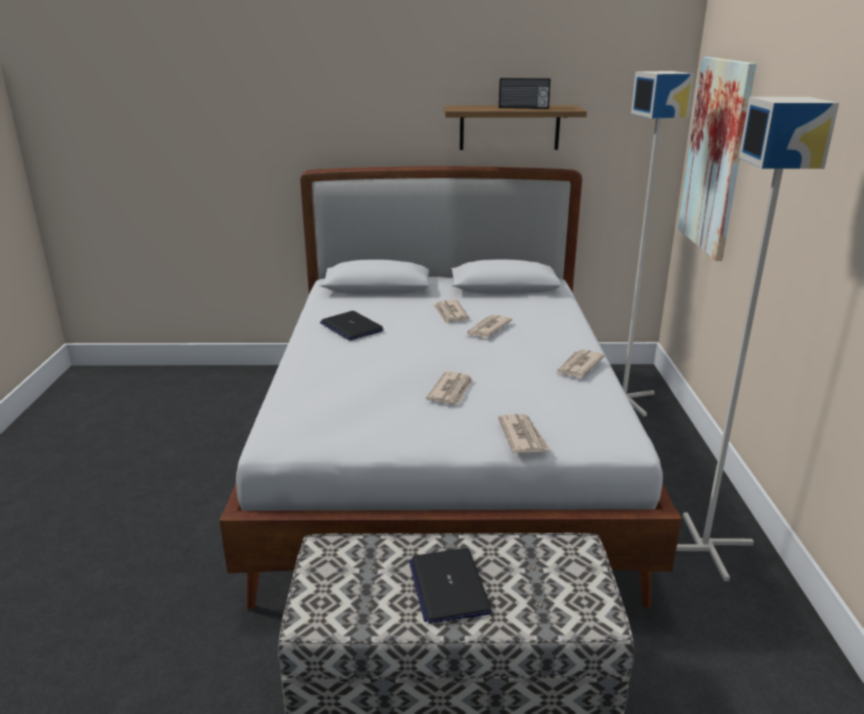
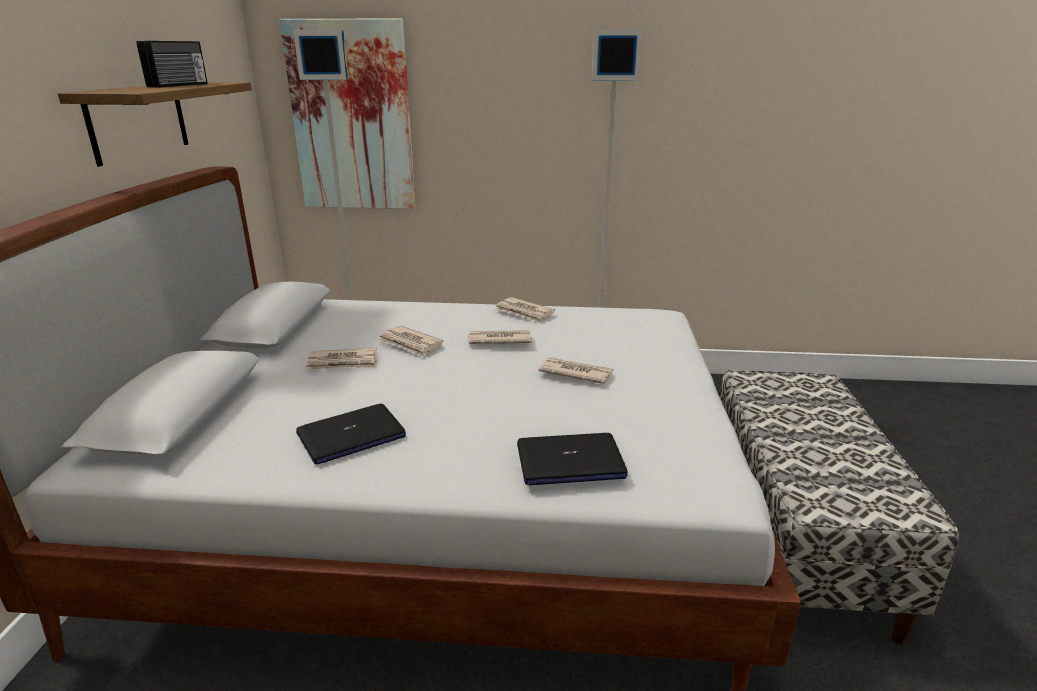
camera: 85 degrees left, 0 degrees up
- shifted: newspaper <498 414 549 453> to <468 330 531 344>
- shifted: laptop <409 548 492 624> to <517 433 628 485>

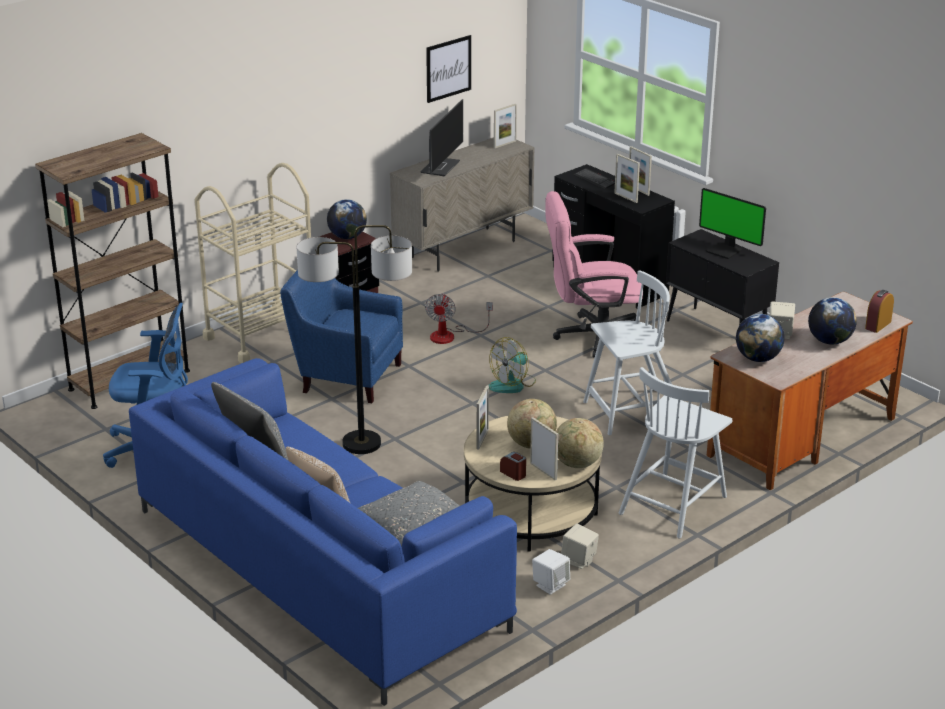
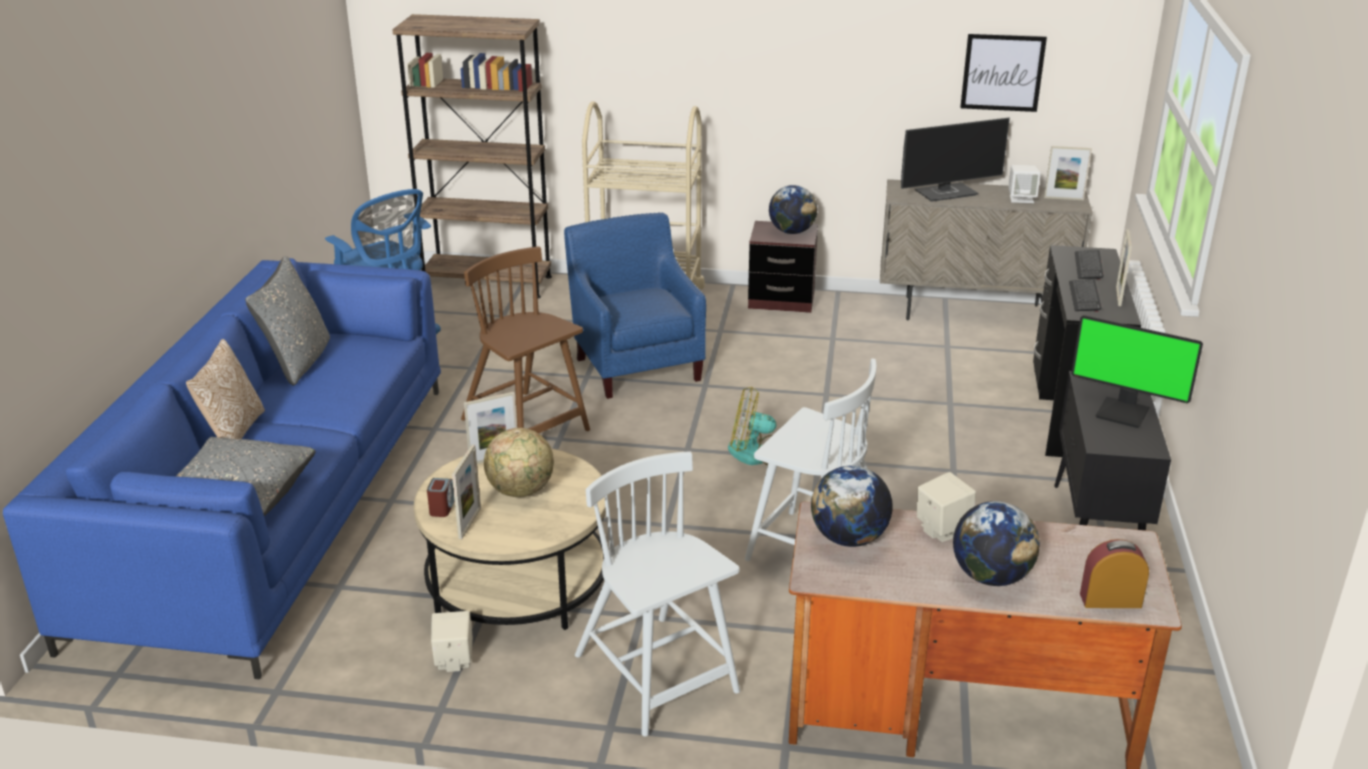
camera: 50 degrees right, 0 degrees up
- swapped: picture frame <614 154 640 203> to keyboard <1069 279 1102 312>
- rotated: monitor <699 188 766 259> = <1071 315 1203 428> 60 degrees counterclockwise
- gone: office chair/pink <545 191 643 358>
- swapped: floor lamp <296 225 412 454> to chair/brown <461 246 590 433>
- gone: fan <425 293 493 344>
- rotated: chair/white <619 367 732 538> = <575 452 740 736> 60 degrees clockwise
- gone: globe <556 418 604 468>
- shifted: speaker/white <532 549 570 595> to <1008 165 1041 203>

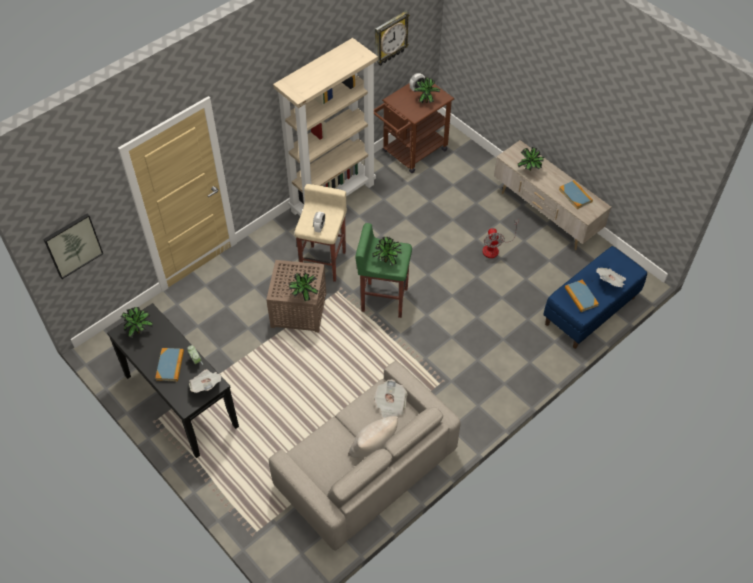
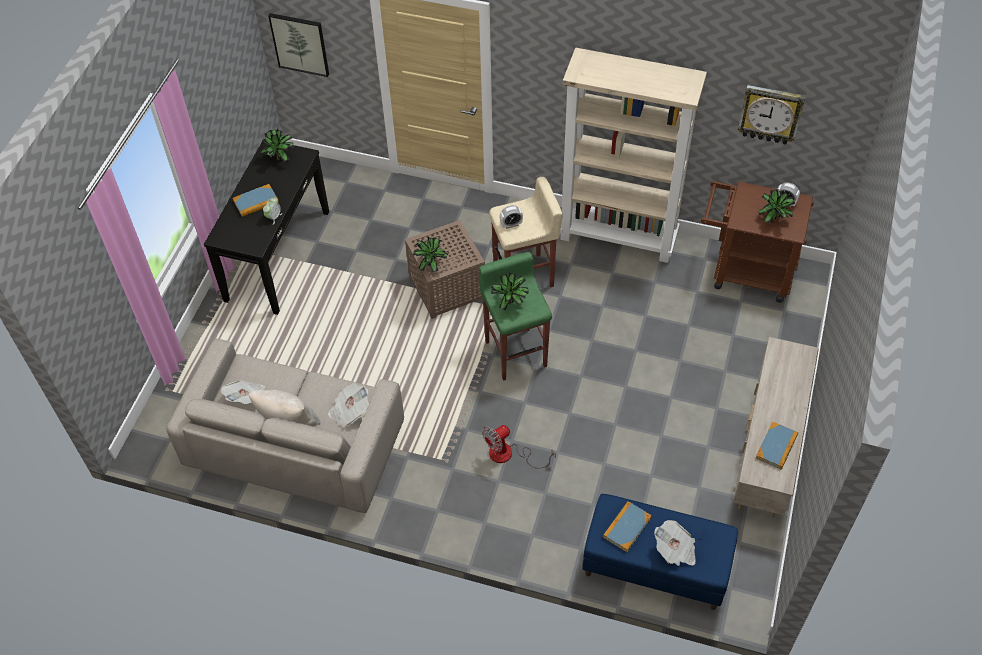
camera: 60 degrees right, 0 degrees up
- gone: potted plant <518 147 544 171>
- shifted: fan <482 220 519 258> to <482 425 556 469>
- shifted: newspaper <189 369 221 393> to <221 380 265 404>

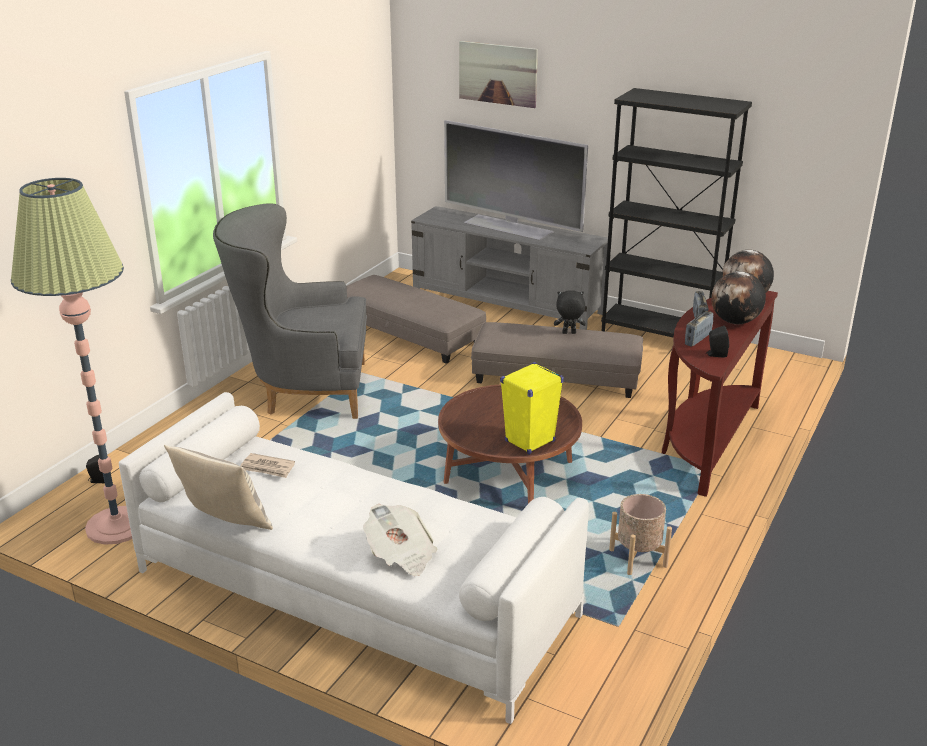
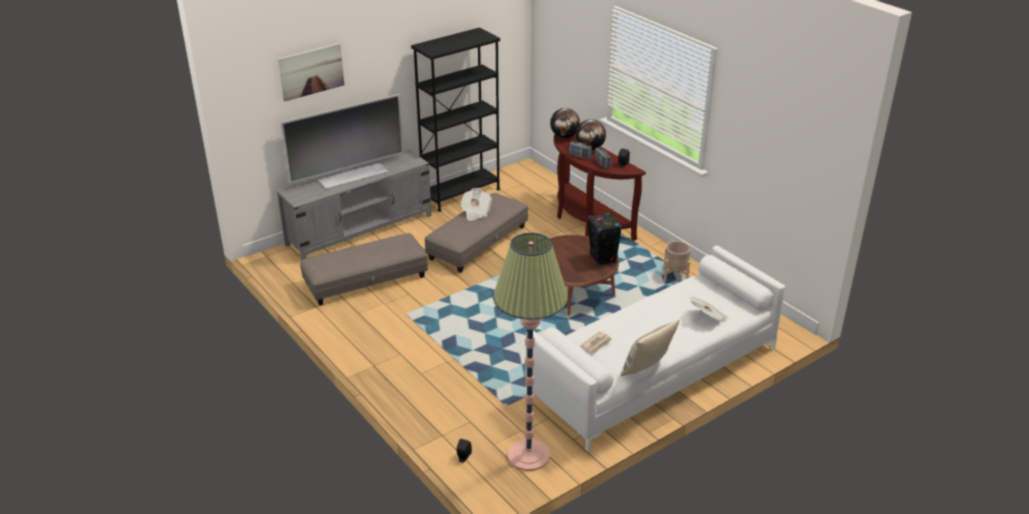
camera: 65 degrees left, 5 degrees up
- gone: armchair/grey <213 203 367 419>
- swapped: plush toy/black <554 290 586 334> to newspaper <460 188 492 220>
- repainted: speaker/yellow <500 362 564 455> to speaker/black <588 212 622 266>

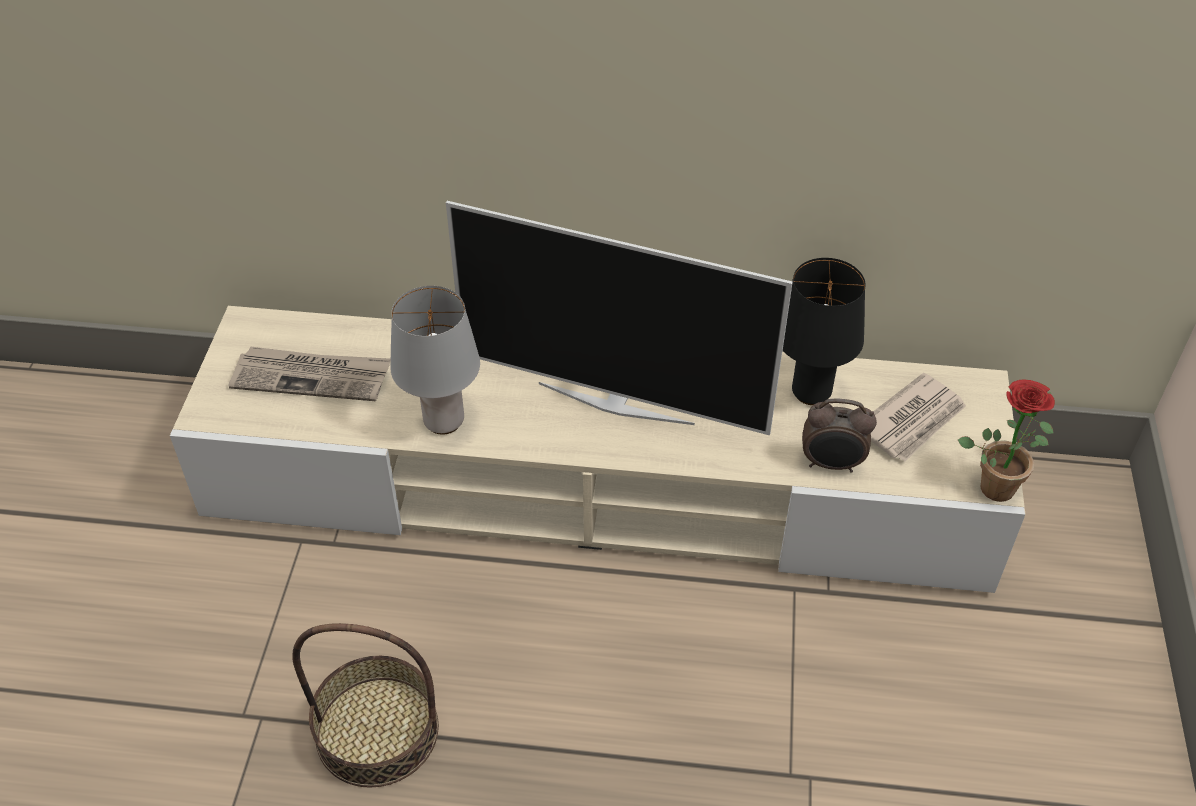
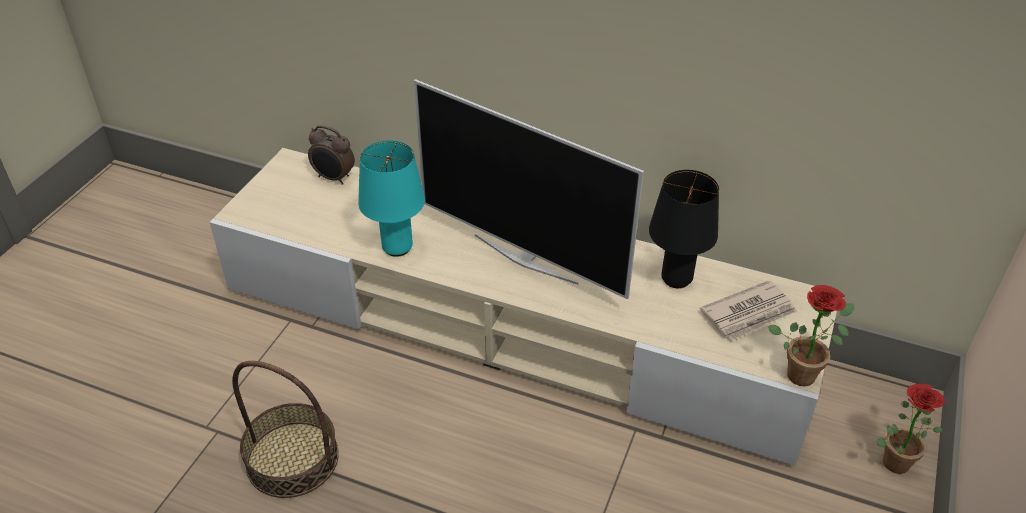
camera: 15 degrees right, 5 degrees down
- repainted: table lamp/grey <390 286 480 435> to table lamp/turquoise <358 140 425 257>
- gone: newspaper <229 346 391 401>
- shifted: alarm clock <802 398 877 473> to <308 125 355 185>
- new: potted plant <877 384 945 474>

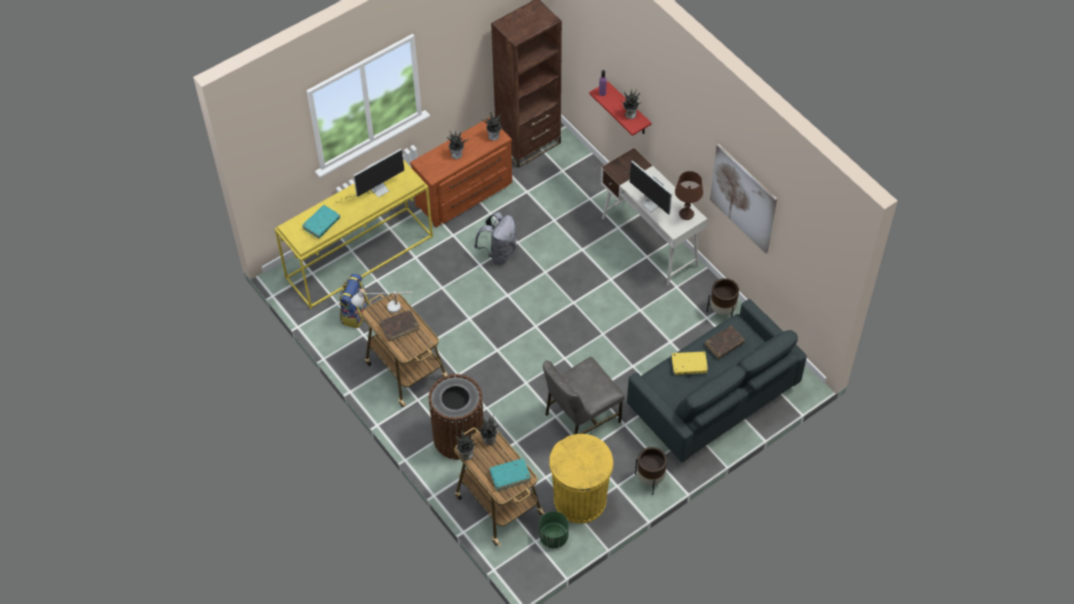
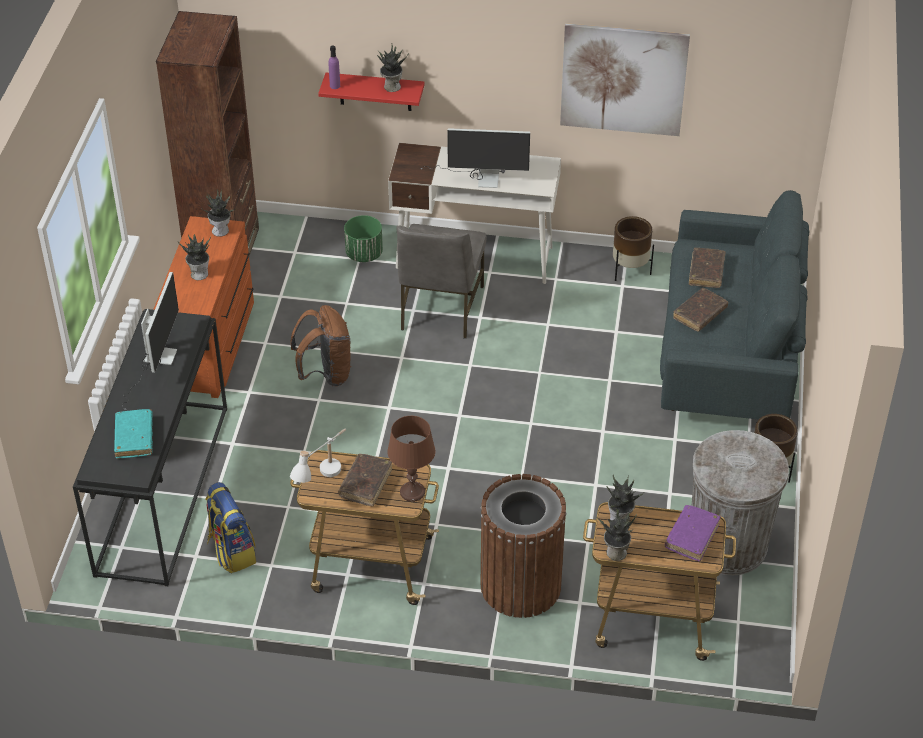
camera: 45 degrees left, 10 degrees down
- repainted: console table/yellow <275 159 433 309> to console table/black <73 309 227 586>
- shifted: table lamp/brown <675 171 703 220> to <387 416 436 502>
- repainted: backpack/grey <474 212 517 265> to backpack/brown <291 305 351 387>
- repainted: book/yellow <672 352 708 375> to book/brown <673 288 728 332>
- shifted: chair/grey <543 357 625 434> to <396 224 486 339>
- repainted: trash can/yellow <549 434 613 523> to trash can/grey <692 430 789 575>
- repainted: book/turquoise <490 458 531 491> to book/purple <665 505 720 561>
- shifted: planter/green <539 511 569 548> to <344 215 383 262>

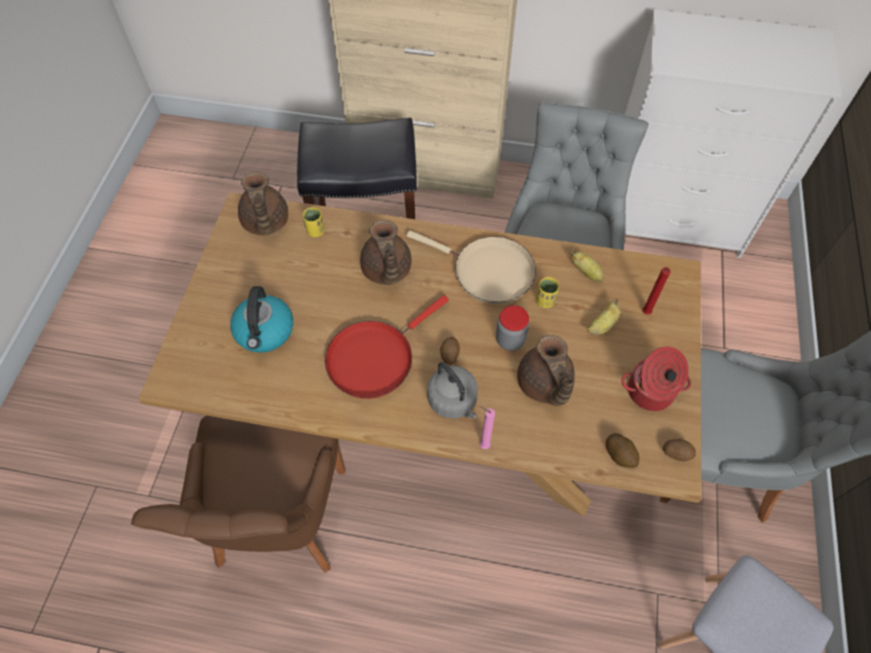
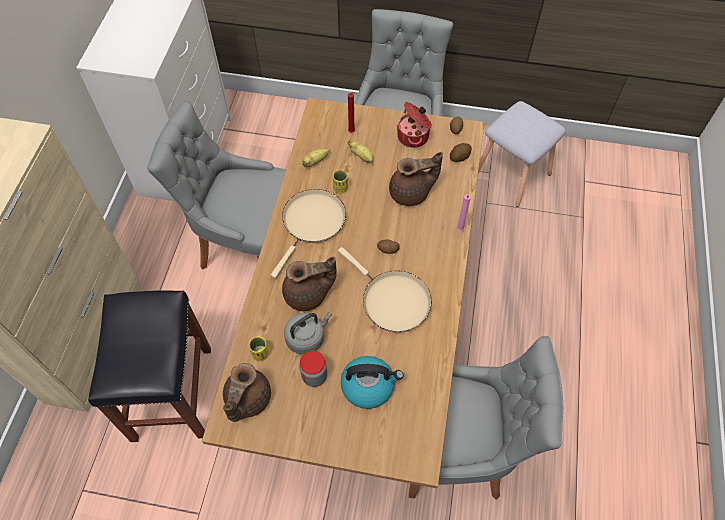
camera: 90 degrees left, 0 degrees up
- rotated: teapot/brown <238 172 288 235> = <223 363 271 422> 120 degrees clockwise
- repainted: frying pan/red <325 295 449 399> to frying pan/beige <338 247 432 333>
- shifted: jar <496 305 529 351> to <300 351 327 387>
- shifted: kettle/grey <427 362 478 419> to <284 312 332 355>
- repainted: chair/brown <131 416 345 573> to chair/grey <409 336 563 500>

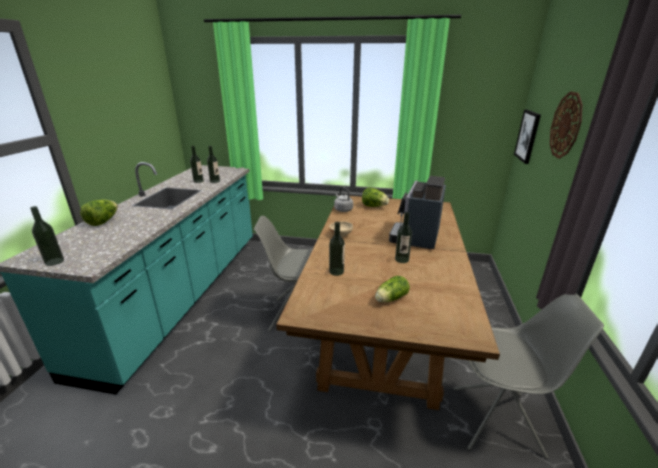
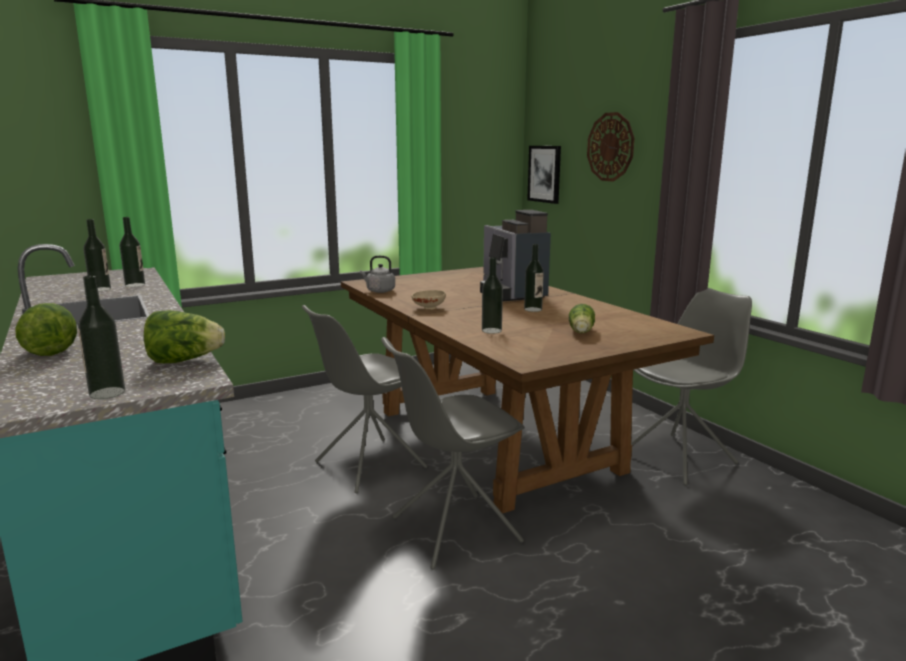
camera: 40 degrees left, 10 degrees down
- shifted: lettuce <362 187 389 207> to <144 310 225 363>
- new: chair/grey <381 337 525 570>

